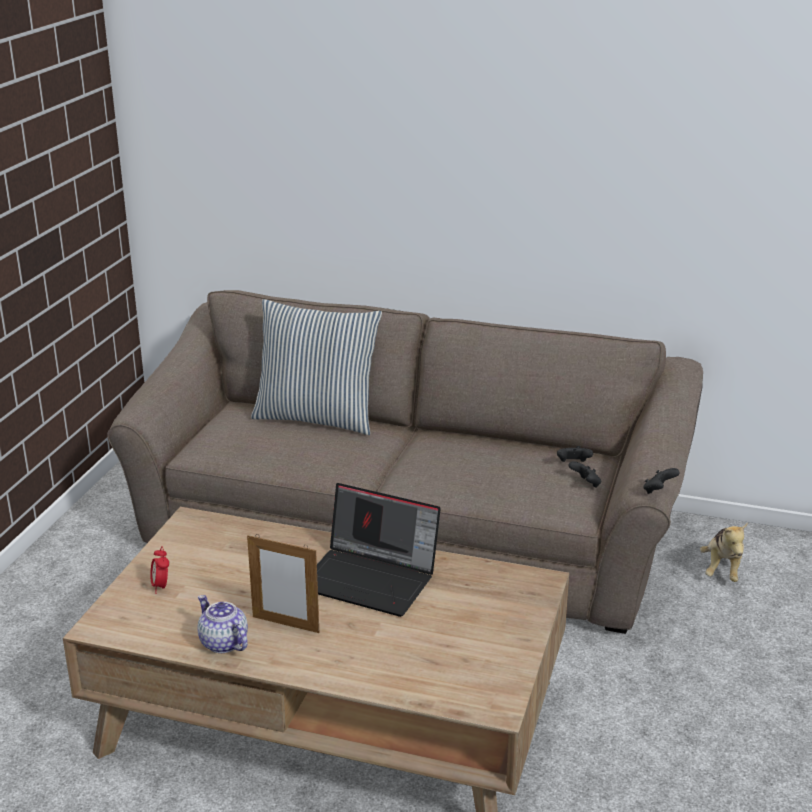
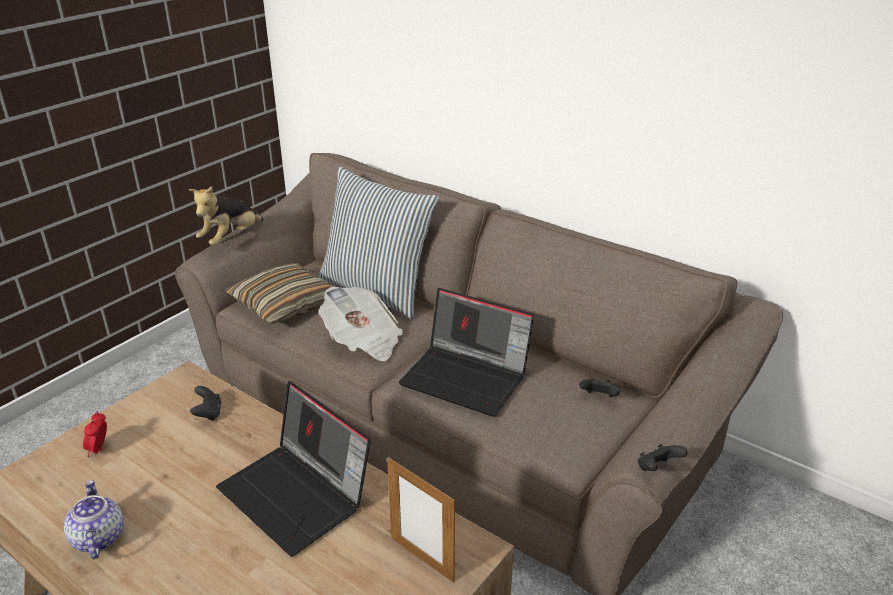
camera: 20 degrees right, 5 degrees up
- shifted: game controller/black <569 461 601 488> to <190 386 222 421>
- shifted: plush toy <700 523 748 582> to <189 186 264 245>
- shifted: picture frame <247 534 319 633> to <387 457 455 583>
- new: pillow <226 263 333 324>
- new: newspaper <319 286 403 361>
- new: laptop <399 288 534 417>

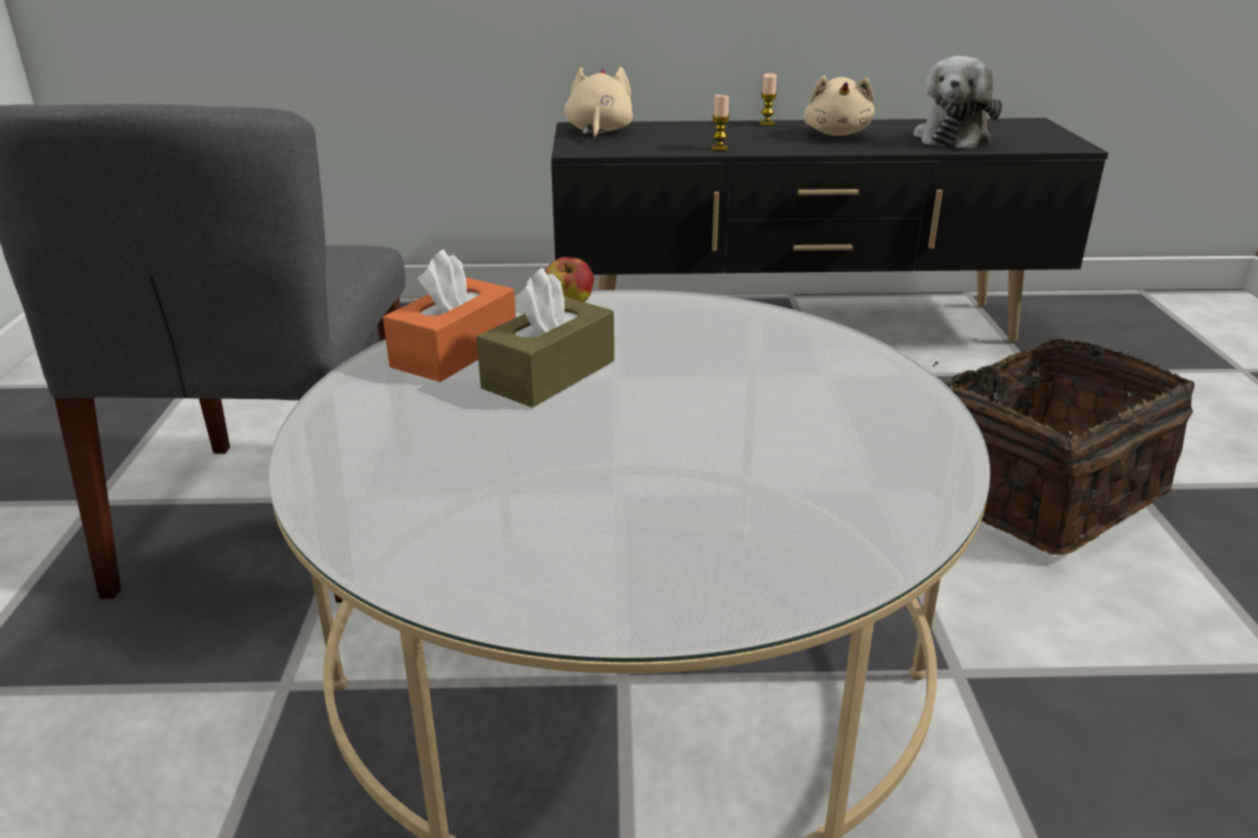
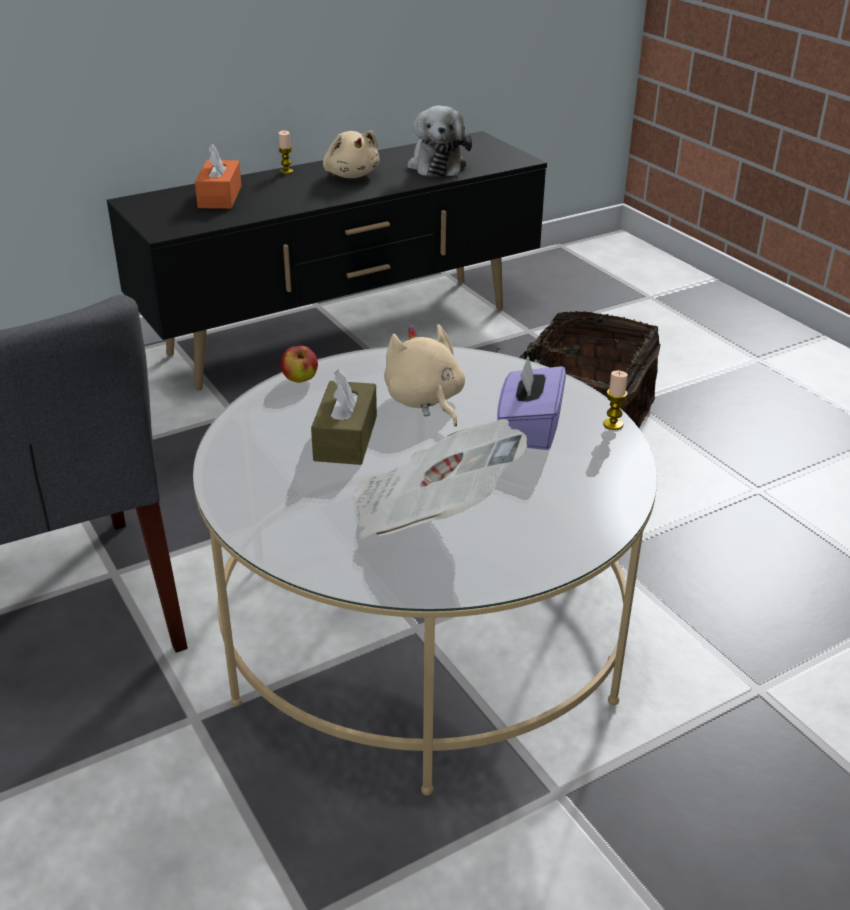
camera: 30 degrees left, 5 degrees up
- shifted: plush toy/beige <565 67 633 139> to <384 324 465 426>
- shifted: candle <711 95 730 150> to <603 371 628 430>
- shifted: tissue box/orange <383 249 516 382> to <195 144 242 209>
- new: tissue box/purple <497 356 566 450>
- new: newspaper <354 419 527 539>

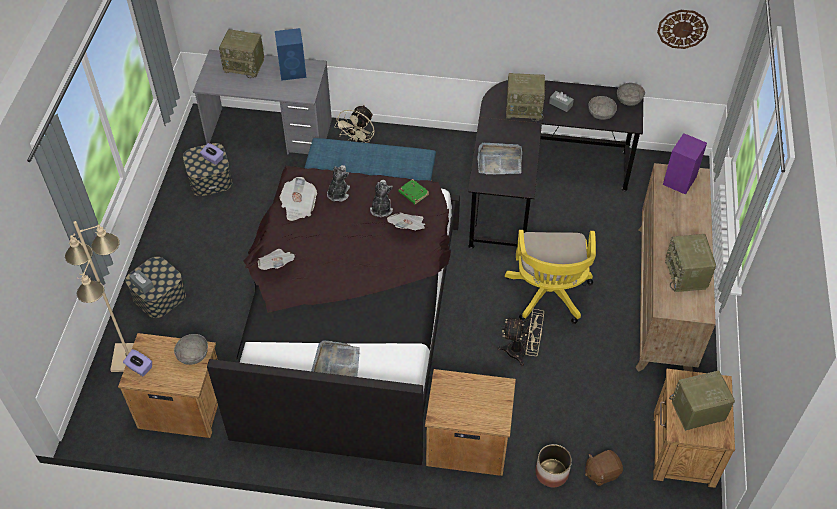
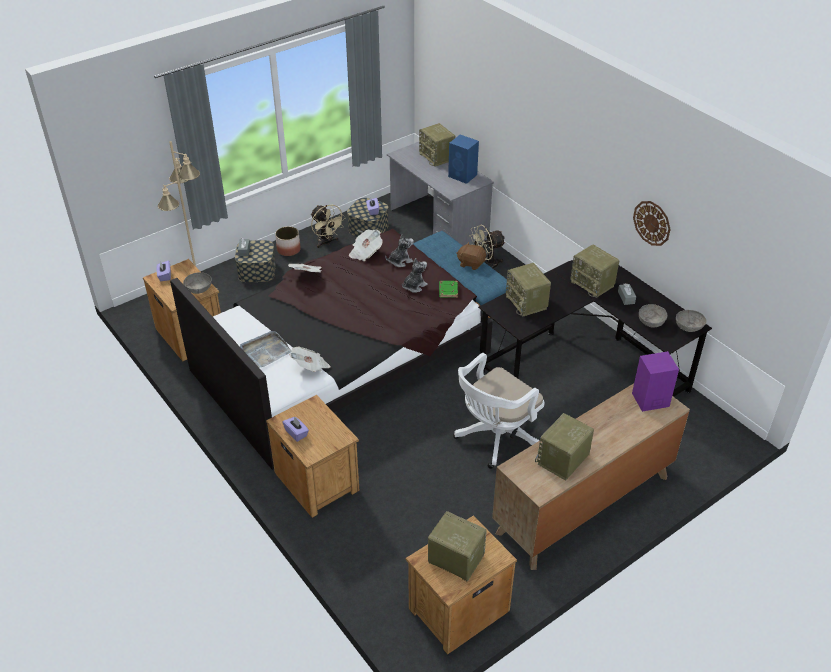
camera: 45 degrees right, 10 degrees down
- shifted: wall clock <657 10 709 49> to <633 201 671 246>
- swapped: tray/grey <477 143 522 174> to radio <506 263 551 317>
- shifted: newspaper <387 213 425 230> to <289 346 331 372>
- repainted: office chair/yellow <505 230 596 324> to office chair/white <453 353 545 469>
- shifted: fan/beige <498 309 544 366> to <311 205 346 248>
- shifted: planter <535 444 572 487> to <275 226 301 256>
- shifted: plush toy/brown <585 450 623 486> to <456 242 486 270>
- new: tissue box/purple <282 416 309 442>

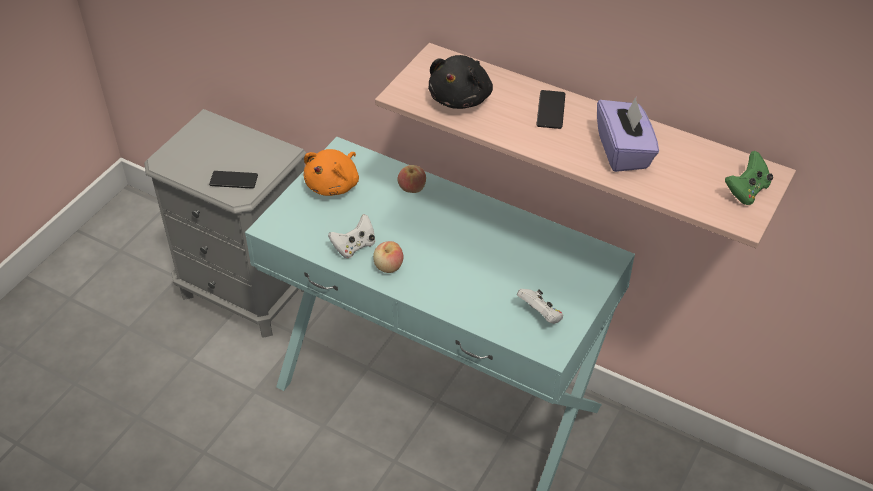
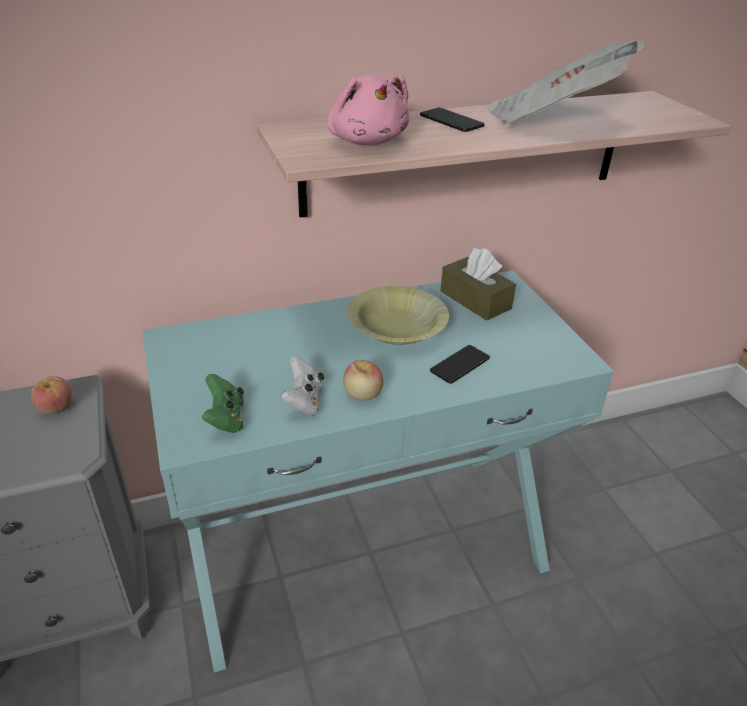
camera: 50 degrees left, 10 degrees down
- repainted: plush toy/black <428 55 493 109> to plush toy/pink <327 74 409 146>
- swapped: tissue box/purple <597 97 659 172> to newspaper <487 40 646 123>
- gone: plush toy/orange <303 149 359 196>
- shifted: game controller/green <725 151 773 205> to <202 374 244 433>
- shifted: apple <398 165 426 193> to <31 376 73 414>
- shifted: phone <209 171 258 189> to <430 345 490 384>
- gone: game controller/white <517 289 563 324>
- new: tissue box/brown <440 248 516 320>
- new: bowl/yellow <347 286 449 345>

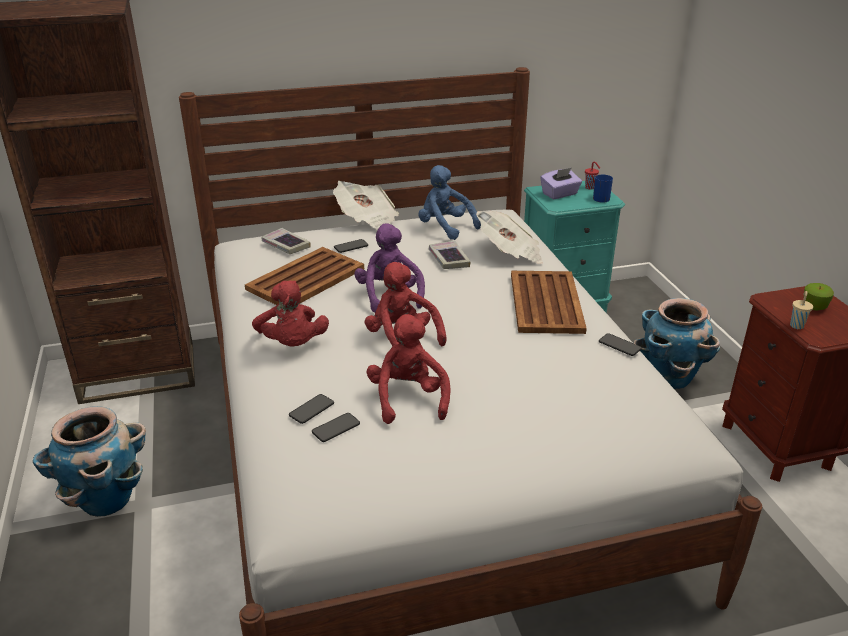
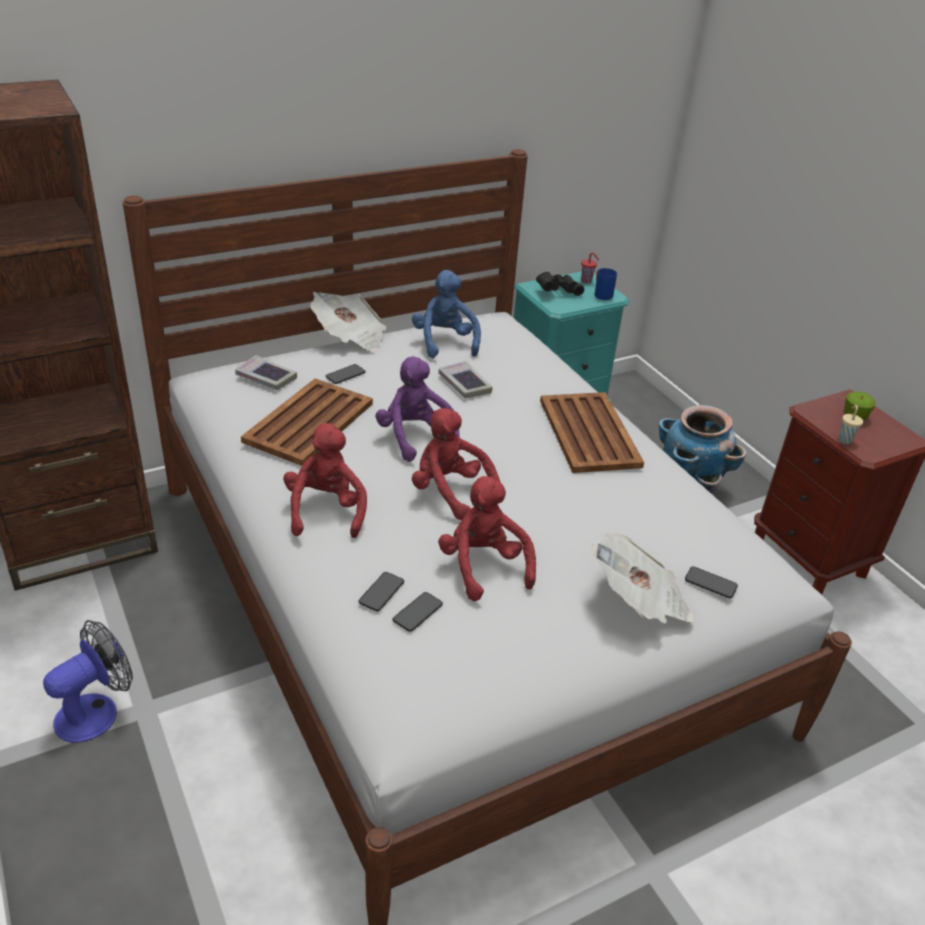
camera: 15 degrees left, 5 degrees up
- rotated: plush toy/blue <418 165 481 240> = <412 270 481 358> 45 degrees clockwise
- swapped: tissue box/purple <540 168 582 199> to binoculars/black <536 272 584 296>
- shifted: newspaper <476 211 542 264> to <592 534 695 623>
- rotated: plush toy/red <252 281 329 346> = <283 423 367 538> 150 degrees counterclockwise
- shifted: phone <599 333 642 356> to <685 566 738 598>
- swapped: planter <33 406 146 517> to fan <43 620 133 743>

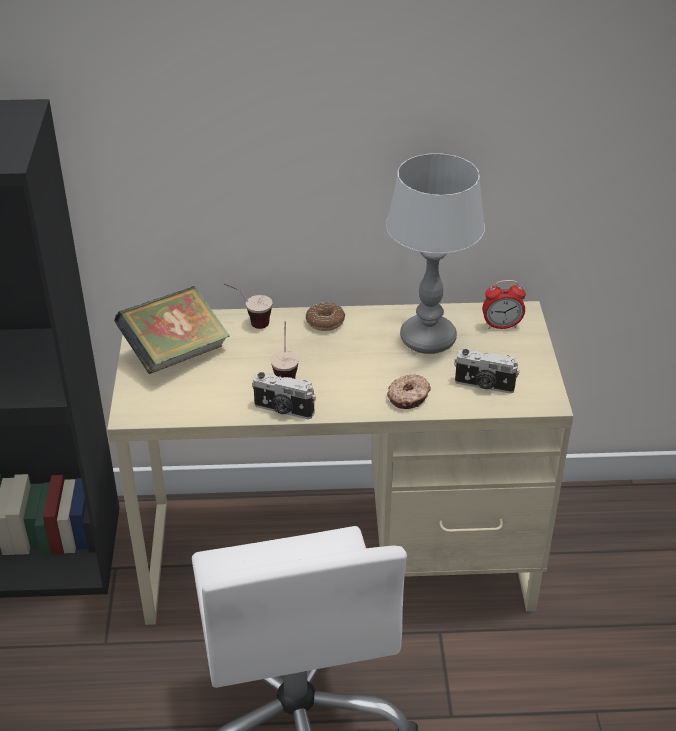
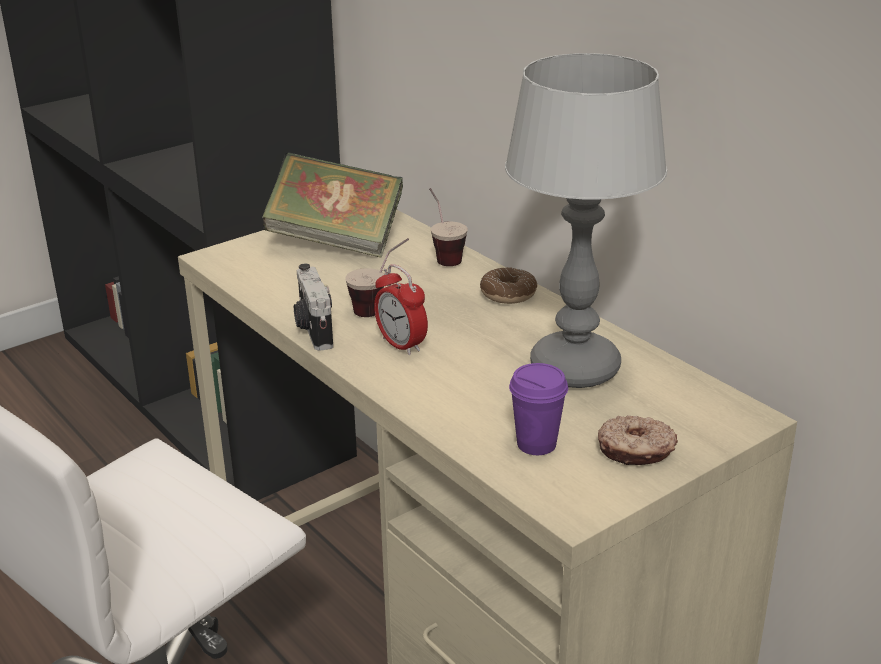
camera: 55 degrees right, 10 degrees down
- shifted: alarm clock <483 280 526 329> to <374 264 428 355>
- swapped: photo camera <454 349 520 394> to cup/purple <509 363 568 455>
- shifted: donut <387 374 431 409> to <598 415 678 465>

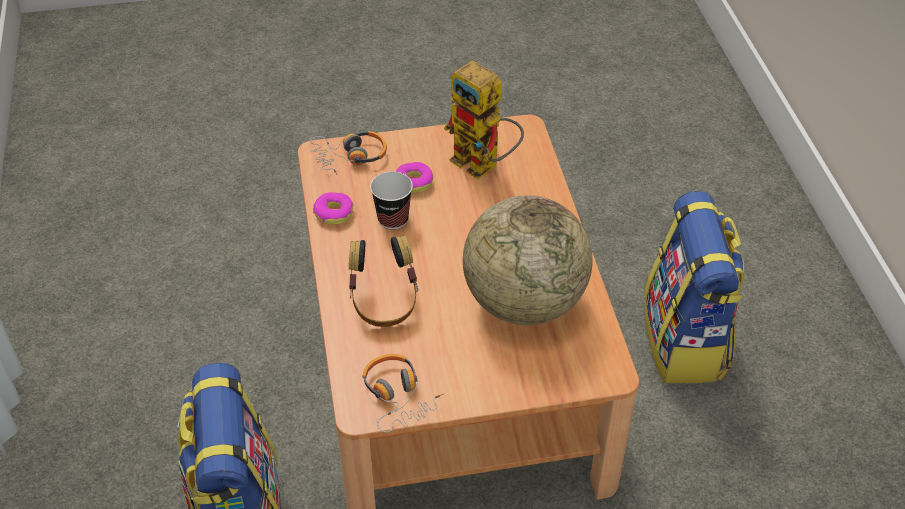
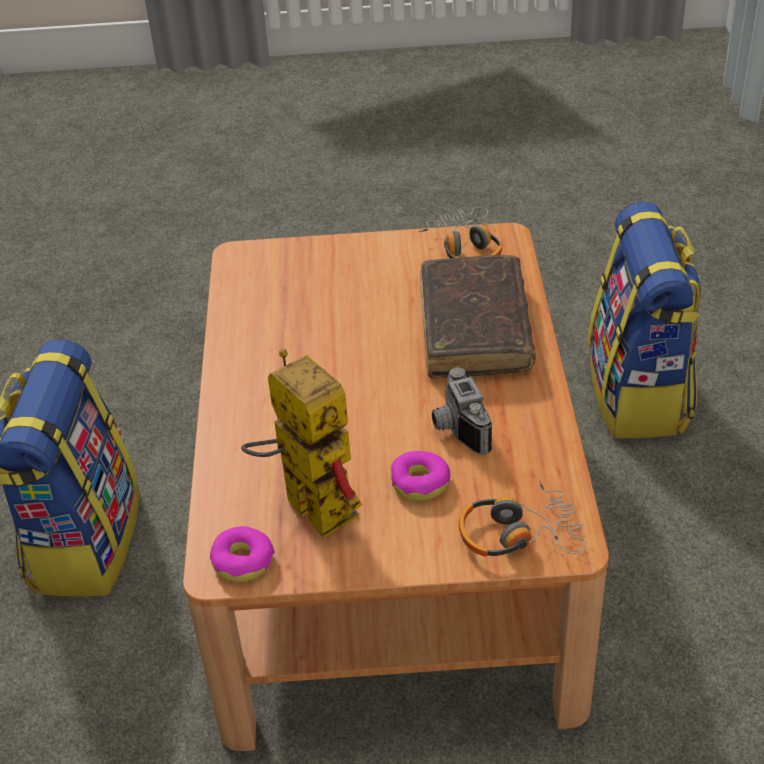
camera: 170 degrees left, 5 degrees down
- swapped: cup <370 171 413 229> to photo camera <432 367 492 455>
- shifted: donut <313 192 354 225> to <210 526 275 582>
- gone: globe <463 195 592 325>
- swapped: headphones <349 235 418 327> to book/brown <420 255 536 378>

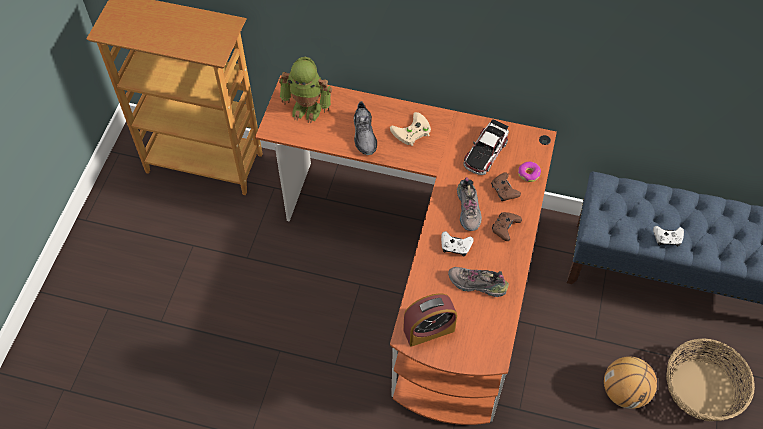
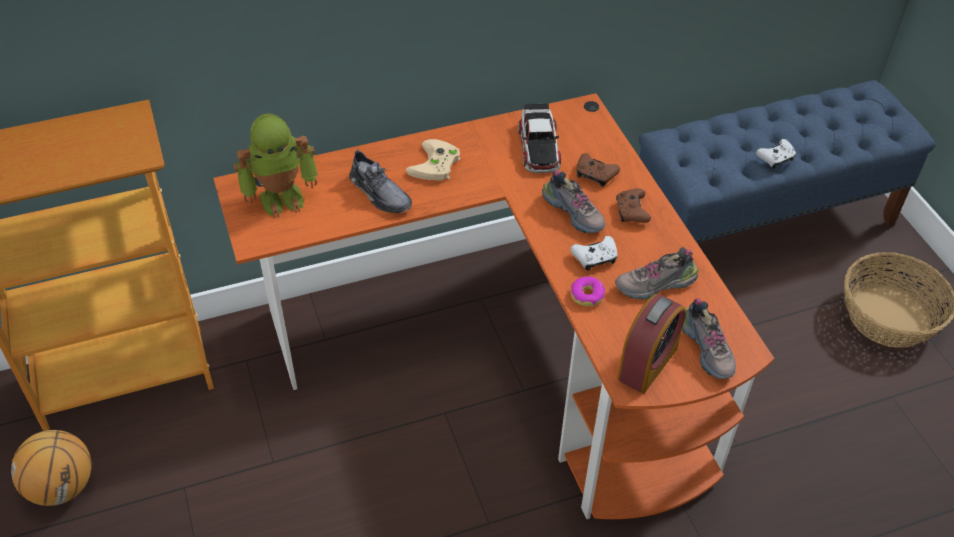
camera: 35 degrees left, 10 degrees down
- shifted: donut <518 162 541 182> to <571 276 605 306>
- shifted: basketball <604 356 657 409> to <11 430 91 506>
- new: shoe <682 298 736 379>

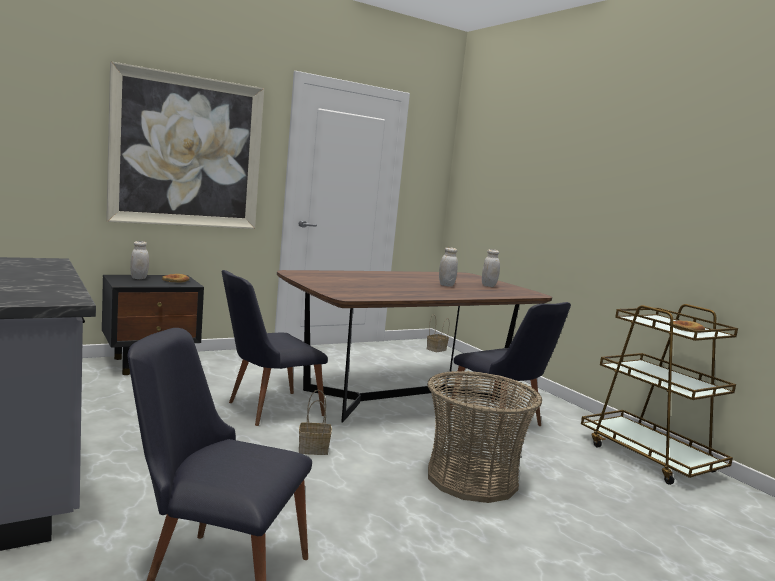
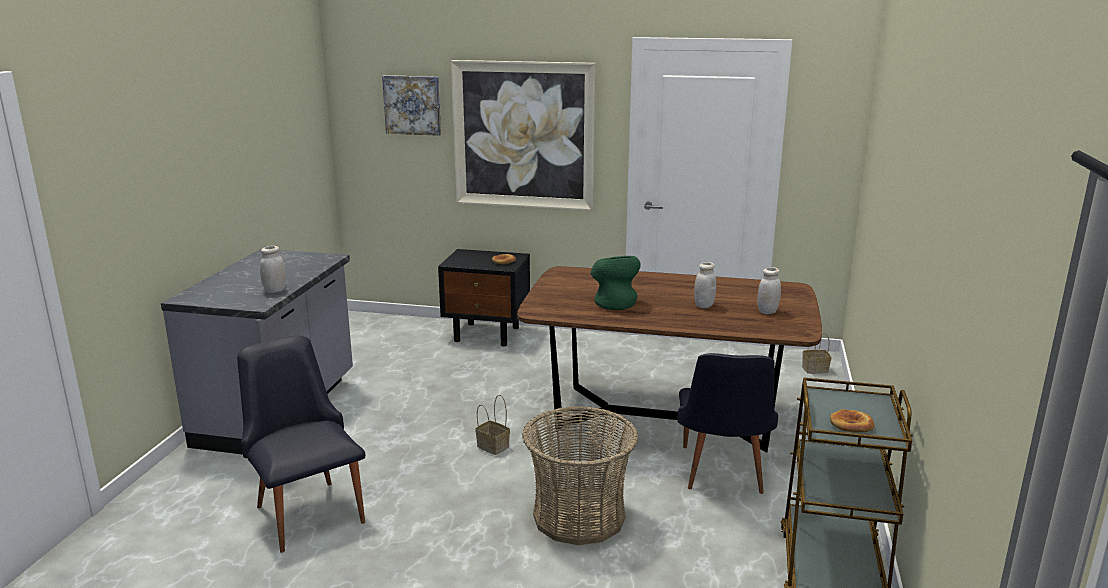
camera: 45 degrees right, 10 degrees up
- shifted: jar/white <130 241 149 279> to <260 246 286 293>
- gone: chair/black <222 270 328 426>
- new: picture <382 75 441 136>
- new: vase/green <591 256 641 310>

